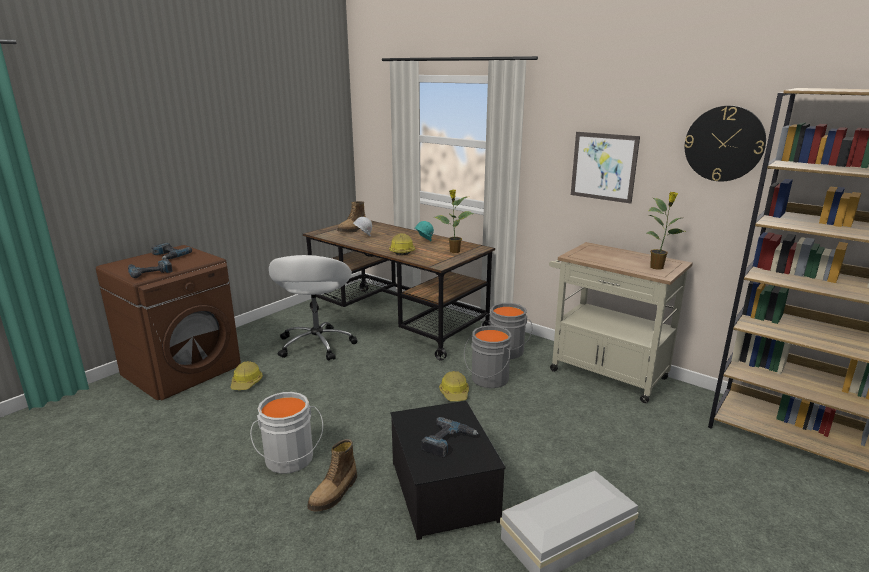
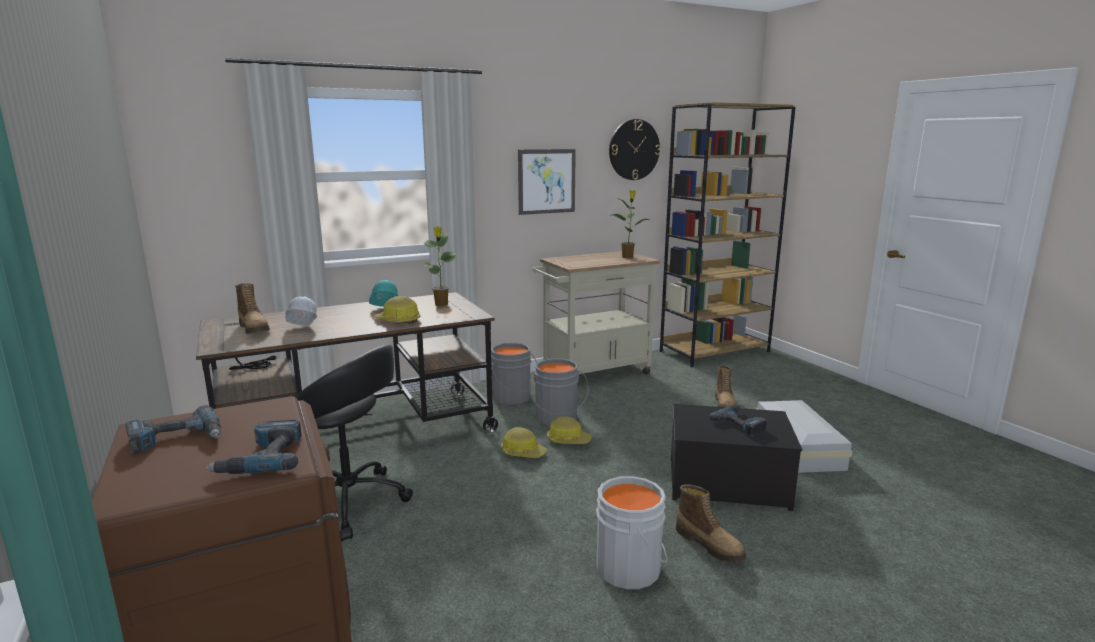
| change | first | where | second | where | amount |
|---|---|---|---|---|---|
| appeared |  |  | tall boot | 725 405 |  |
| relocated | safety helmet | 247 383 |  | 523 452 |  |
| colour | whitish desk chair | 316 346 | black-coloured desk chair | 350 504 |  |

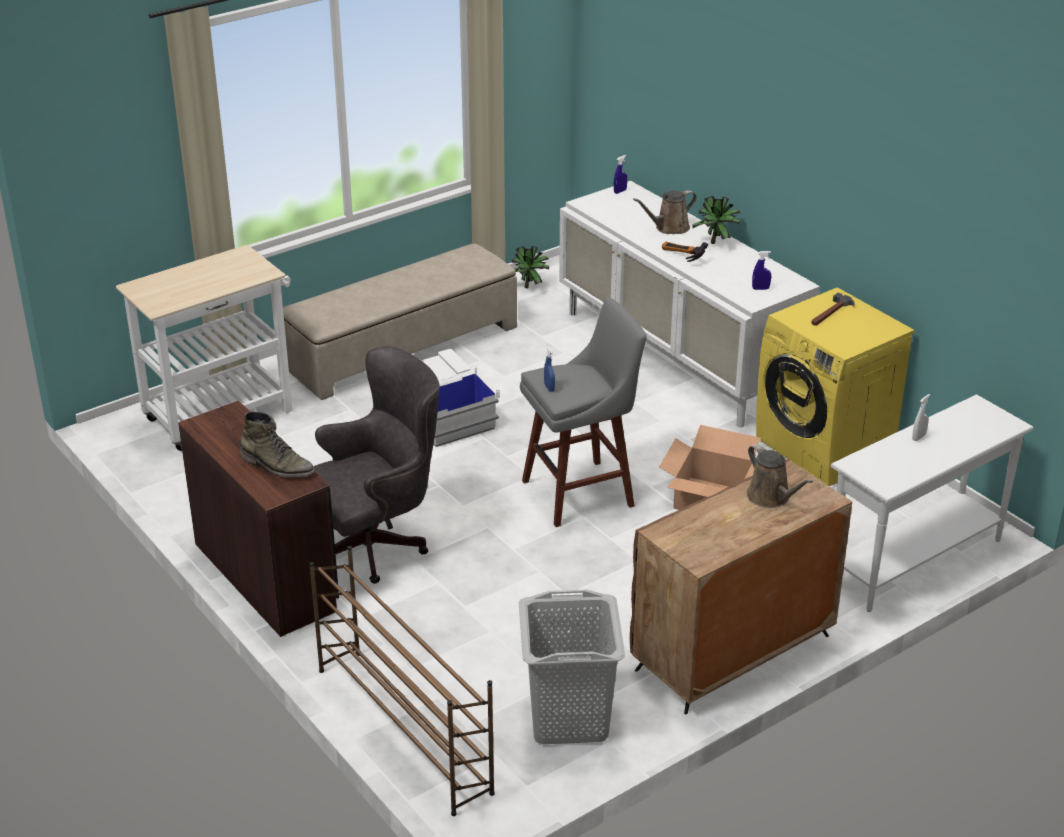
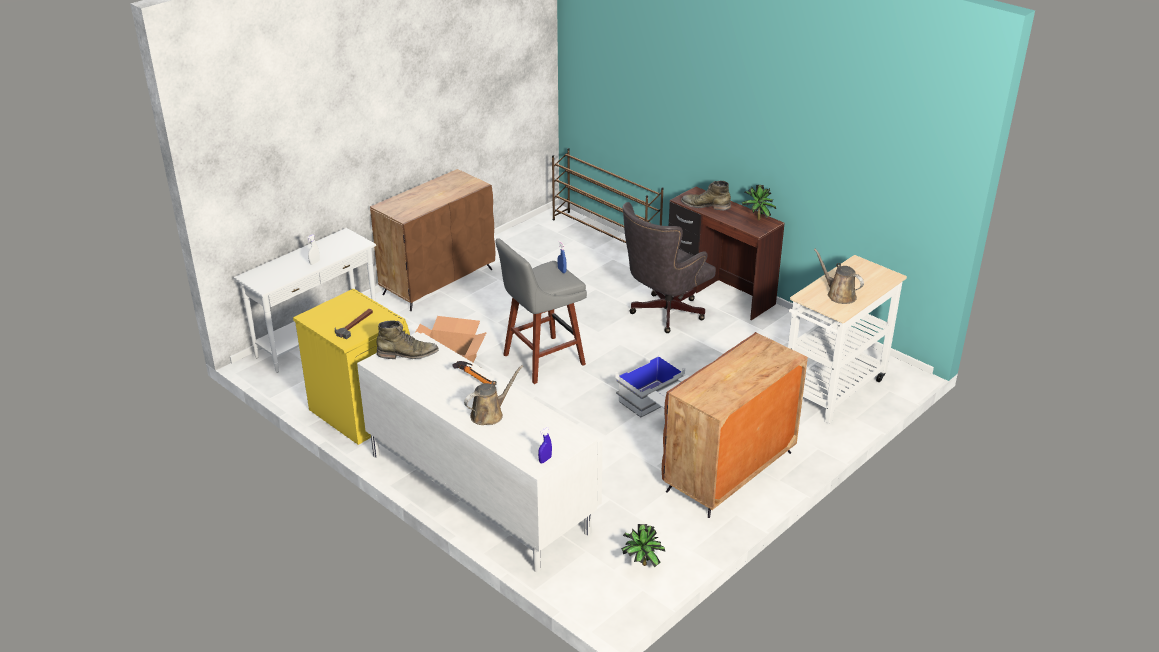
| change | first | where | second | where | amount |
|---|---|---|---|---|---|
| missing | grey washing basket | 568 719 |  |  |  |
| relocated | plant in a pot | 716 243 |  | 756 219 |  |
| relocated | brown-coloured watering pot | 771 497 |  | 839 295 |  |
| exchanged | beige indoor bench | 403 347 | brown-coloured cabinet | 729 472 |  |
| exchanged | blue sprayer | 760 289 | greenish tall boot | 408 354 |  |

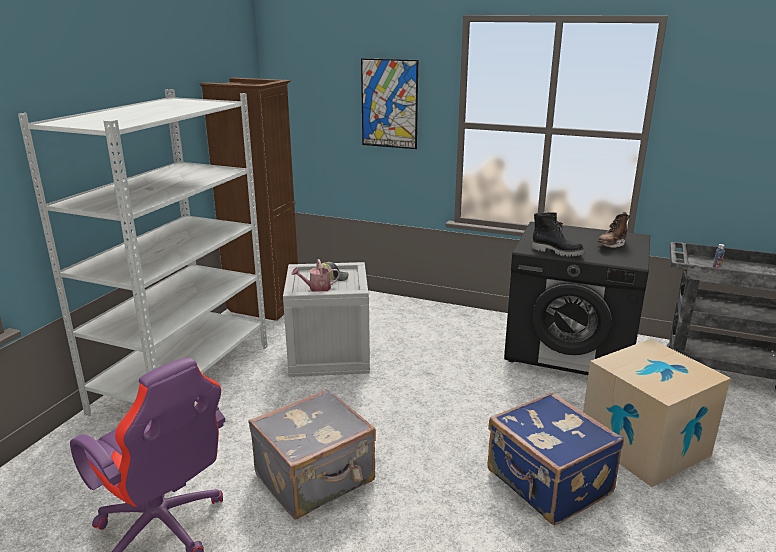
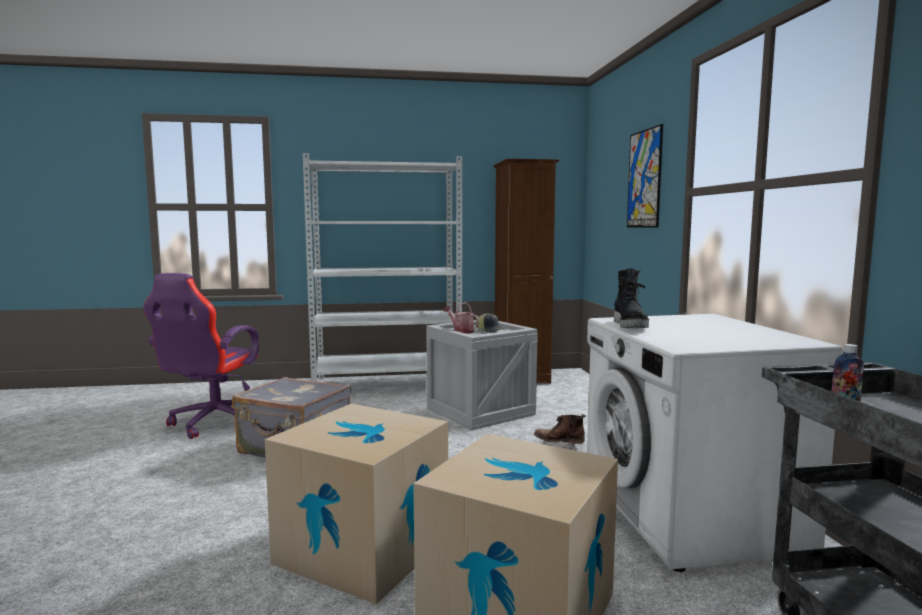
| change | first | where | second | where | amount |
|---|---|---|---|---|---|
| relocated | brown-coloured tall boot | 611 245 |  | 559 445 |  |
| exchanged | blue travel case | 547 483 | packing box | 363 549 |  |
| colour | black-coloured laundry machine | 570 355 | whitish laundry machine | 686 518 |  |

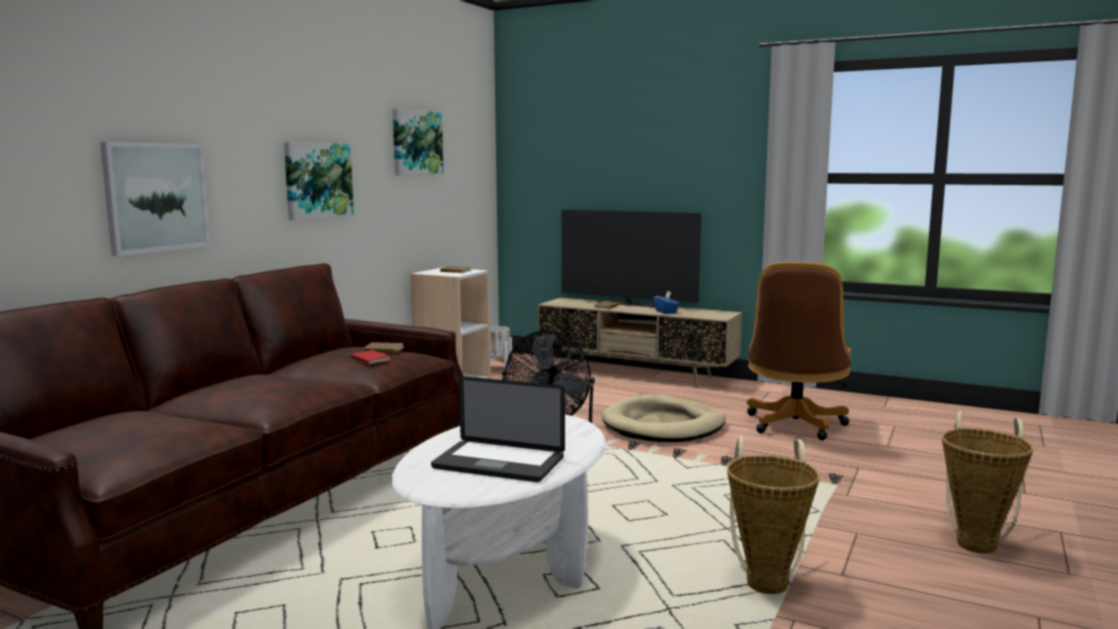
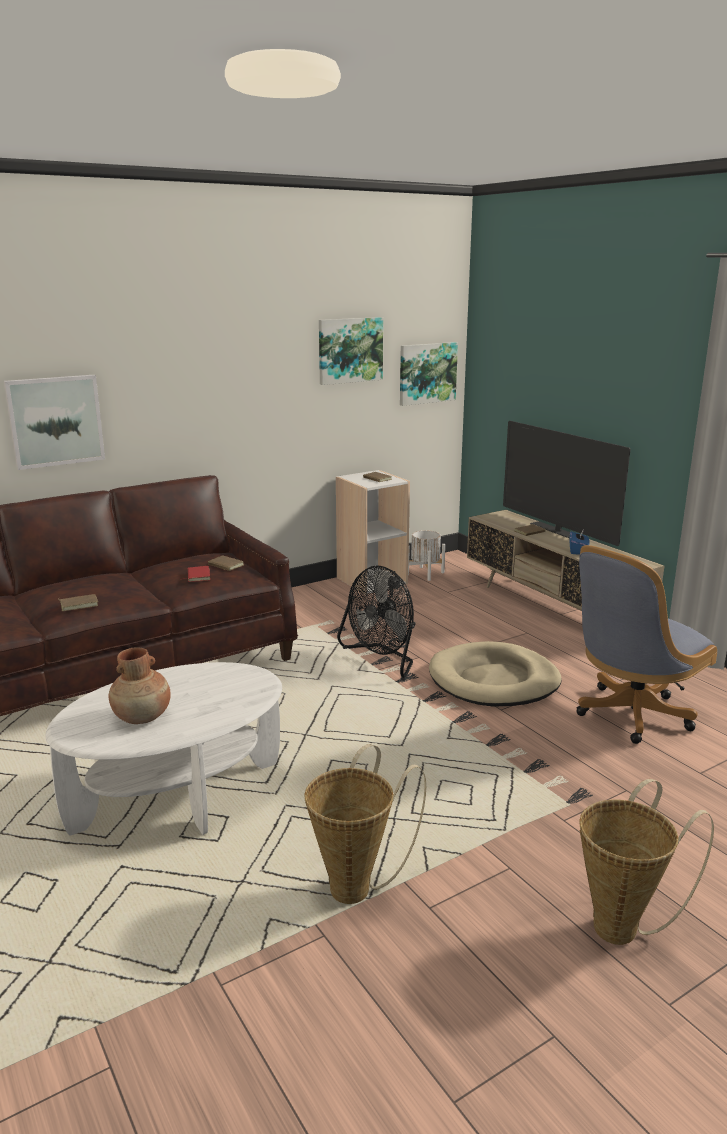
| change | first | where | second | where | amount |
|---|---|---|---|---|---|
| appeared |  |  | brown-coloured volume | 79 604 |  |
| relocated | wall picture | 317 180 |  | 427 373 |  |
| exchanged | portable computer | 498 463 | brown-coloured vase | 143 717 |  |
| colour | brown-coloured desk chair | 794 427 | blue desk chair | 627 718 |  |

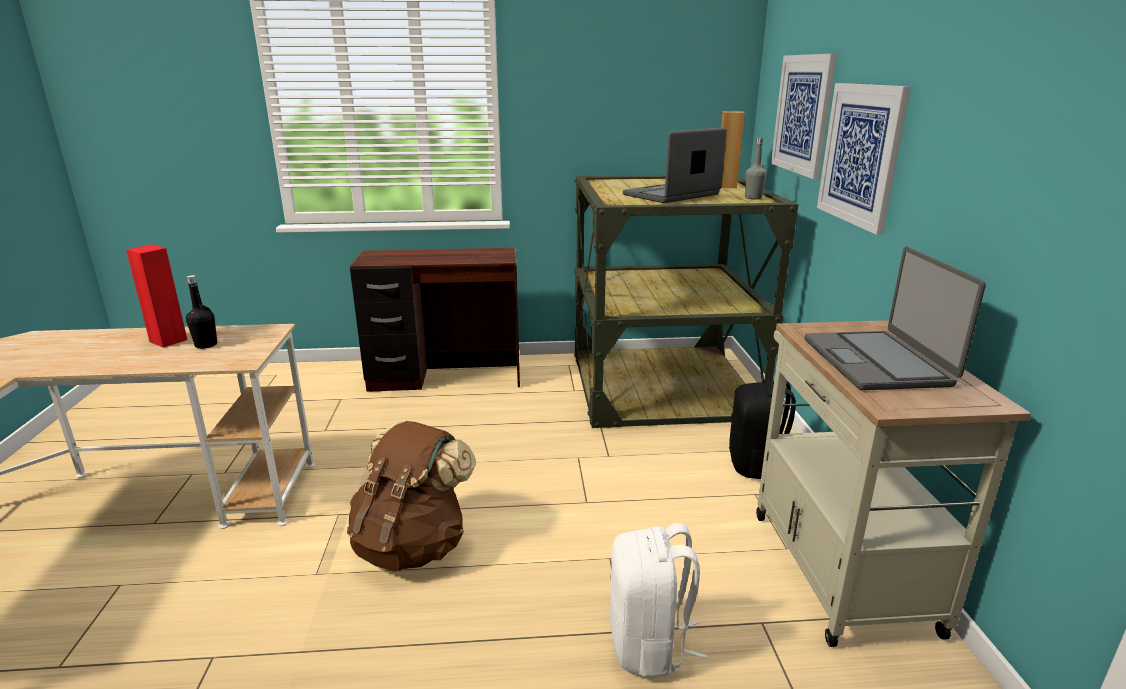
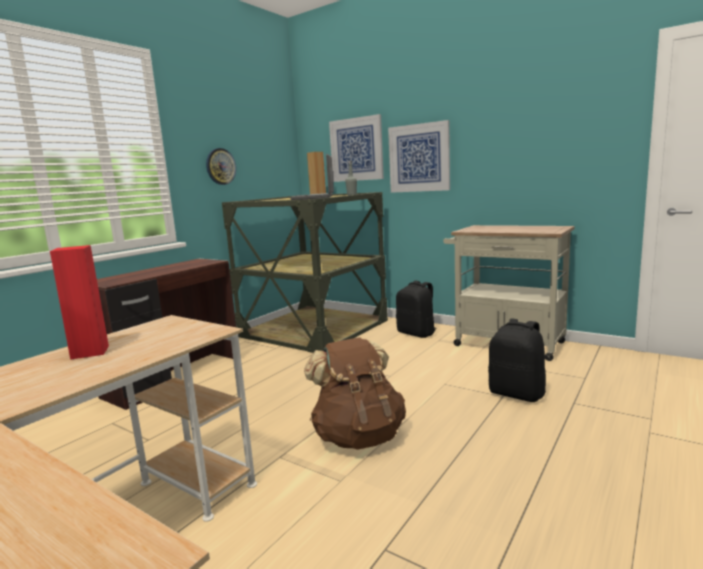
| change | first | where | second | where | amount |
|---|---|---|---|---|---|
| missing | black-coloured beverage bottle | 206 345 |  |  |  |
| missing | portable computer | 877 362 |  |  |  |
| appeared |  |  | wall clock | 220 166 |  |
| colour | whitish knapsack | 649 644 | black-coloured knapsack | 517 393 |  |

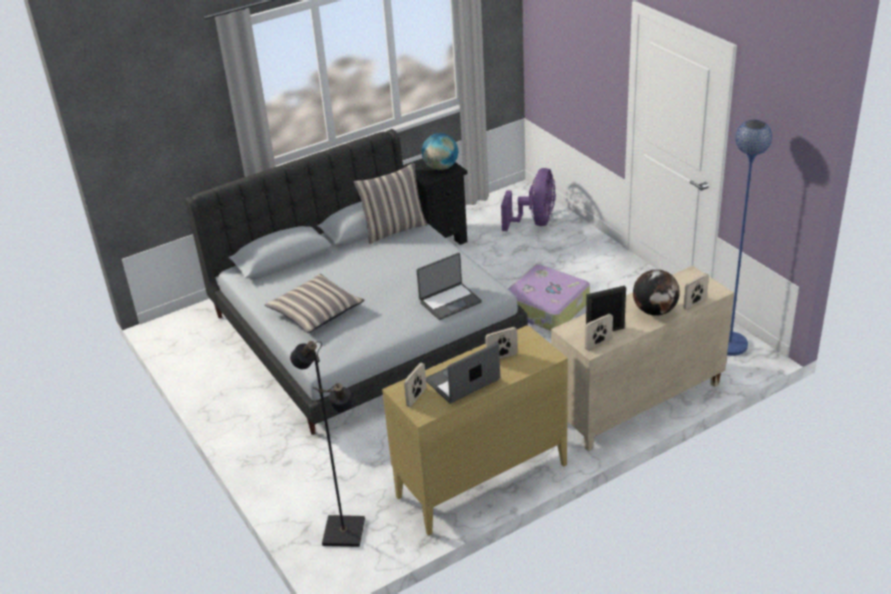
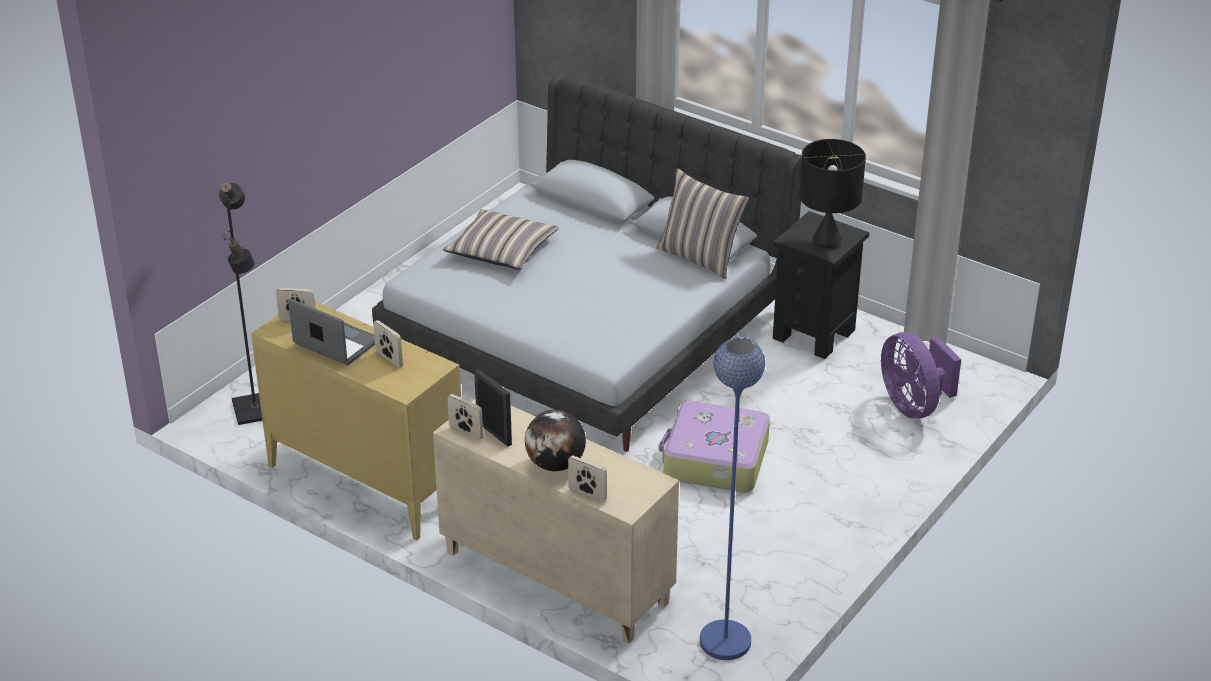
| change | first | where | second | where | amount |
|---|---|---|---|---|---|
| missing | portable computer | 449 302 |  |  |  |
| exchanged | world globe | 441 167 | black-coloured tabletop lamp | 827 242 |  |
| spun | purple-coloured fan | 535 222 |  | 914 405 | 75 degrees clockwise |

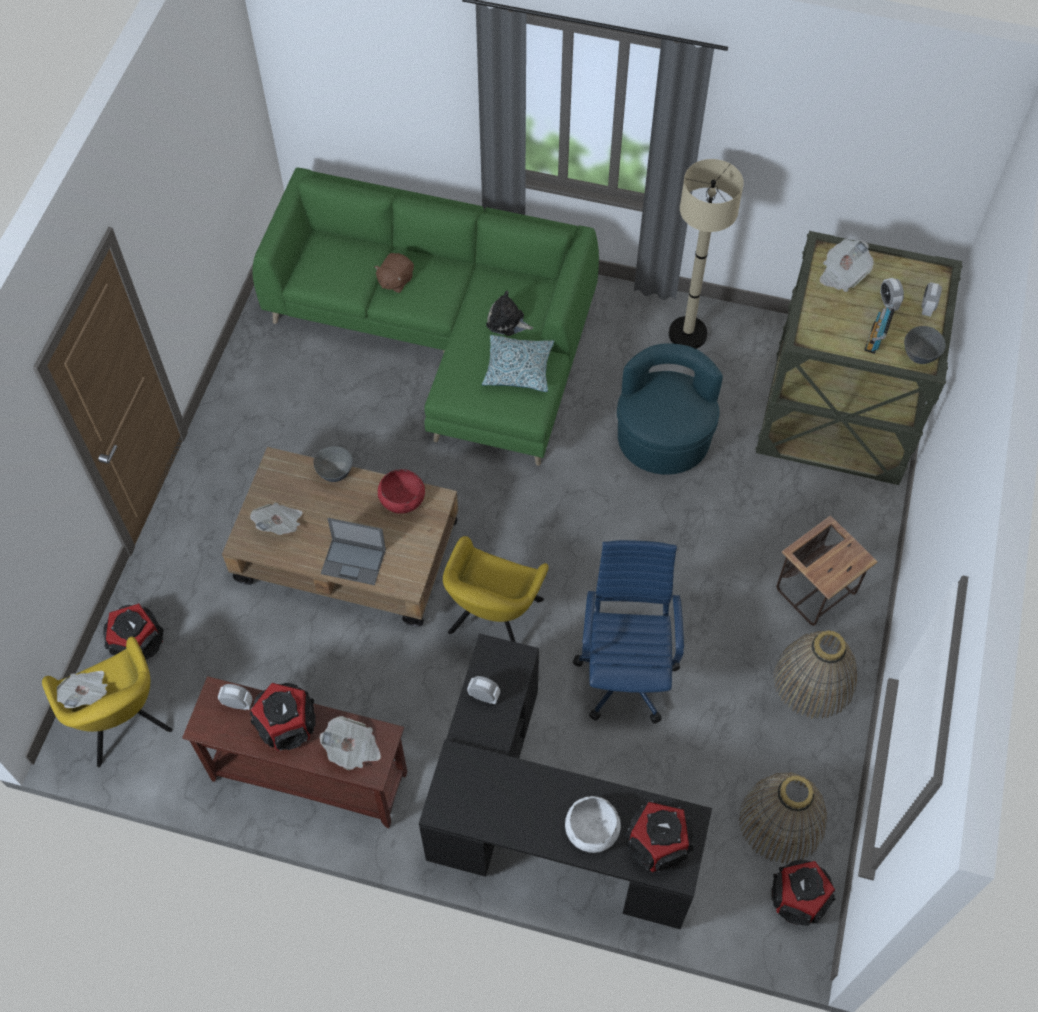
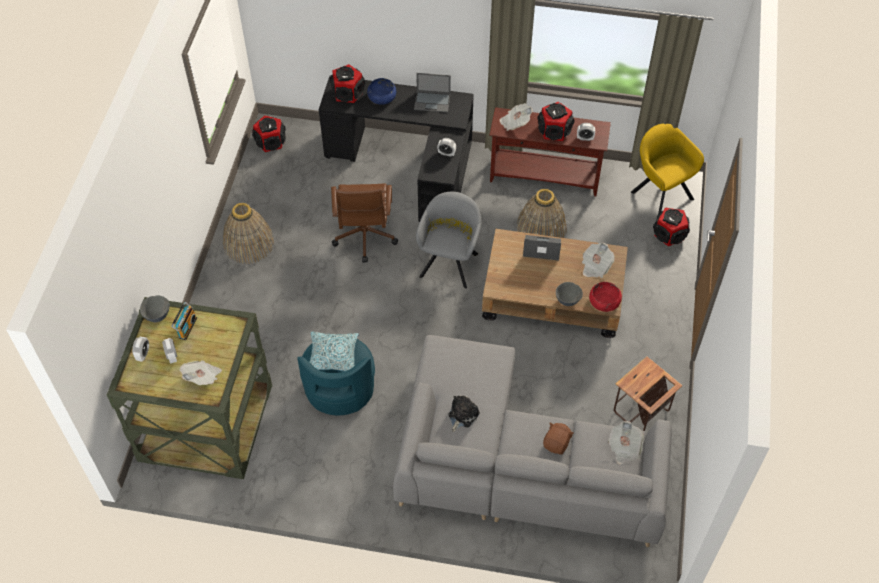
| change | first | where | second | where | amount |
|---|---|---|---|---|---|
| missing | beige standing lamp | 687 334 |  |  |  |
| appeared |  |  | portable computer | 432 101 |  |
| relocated | daily paper | 86 694 |  | 624 448 |  |
| relocated | reddish bowl | 402 497 |  | 604 301 |  |
| relocated | throw pillow | 518 369 |  | 333 356 |  |
| relocated | storage basket | 782 820 |  | 541 229 |  |
| relocated | accent table | 816 591 |  | 640 412 |  |
| colour | greenish settee | 444 333 | grey settee | 515 464 |  |
| colour | yellow easy chair | 493 620 | grey easy chair | 450 262 |  |
| colour | whitish bowl | 592 829 | blue bowl | 382 97 |  |
| colour | blue desk chair | 625 673 | brown-coloured desk chair | 365 239 |  |
| spun | cuddly toy | 507 322 |  | 462 415 | 75 degrees counterclockwise |

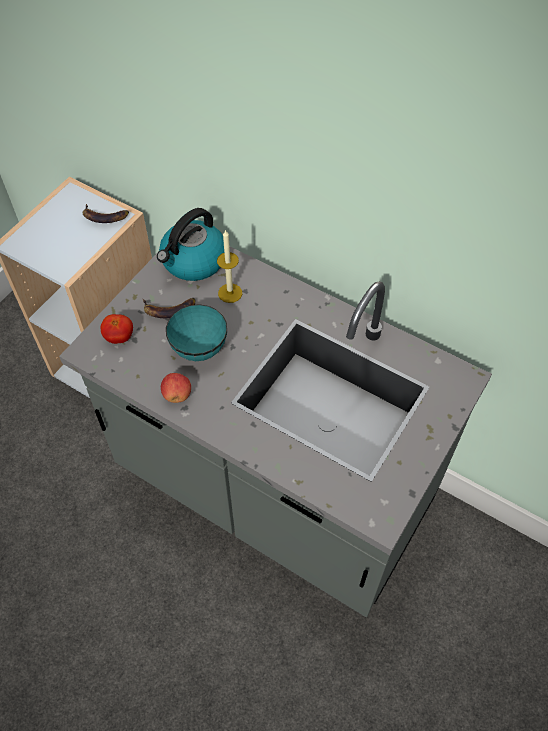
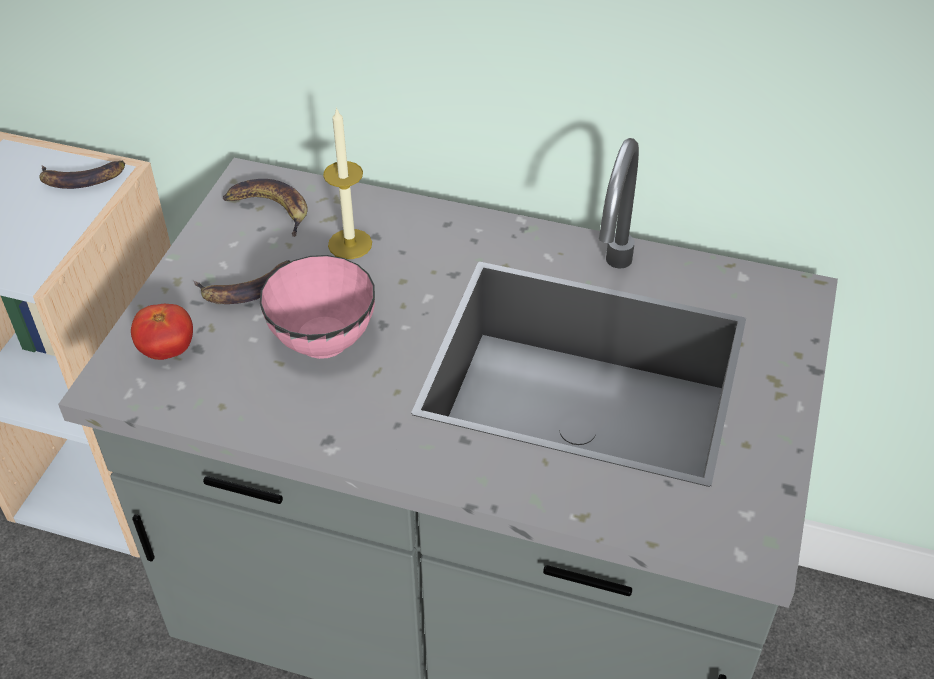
| change | first | where | second | where | amount |
|---|---|---|---|---|---|
| missing | apple fruit | 177 394 |  |  |  |
| exchanged | tea kettle | 193 261 | banana fruit | 269 209 |  |
| colour | blue-green bowl | 198 349 | pink-coloured bowl | 322 340 |  |

